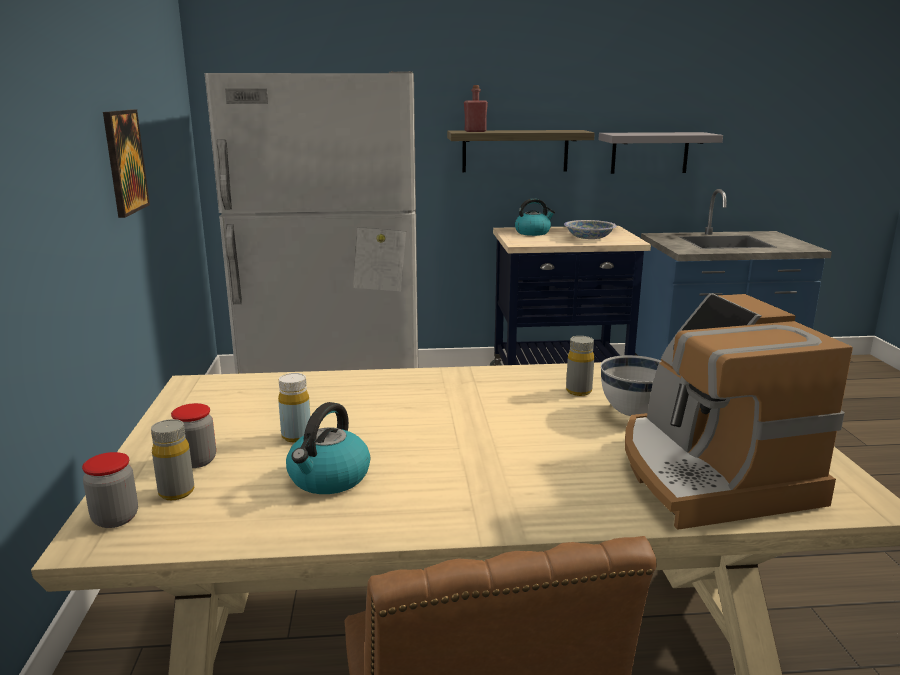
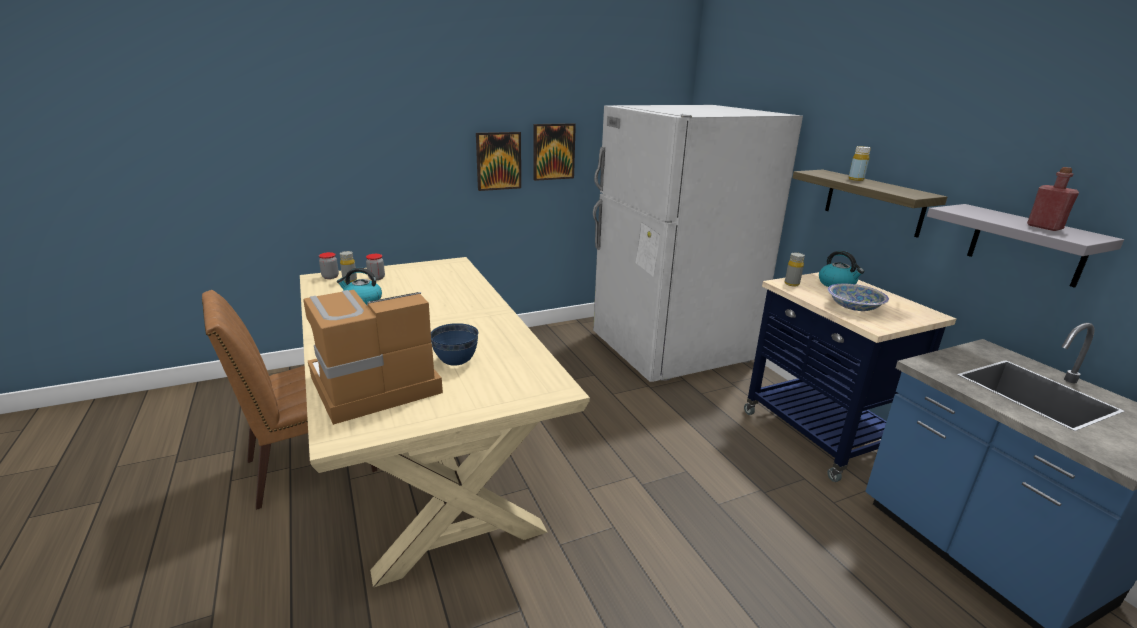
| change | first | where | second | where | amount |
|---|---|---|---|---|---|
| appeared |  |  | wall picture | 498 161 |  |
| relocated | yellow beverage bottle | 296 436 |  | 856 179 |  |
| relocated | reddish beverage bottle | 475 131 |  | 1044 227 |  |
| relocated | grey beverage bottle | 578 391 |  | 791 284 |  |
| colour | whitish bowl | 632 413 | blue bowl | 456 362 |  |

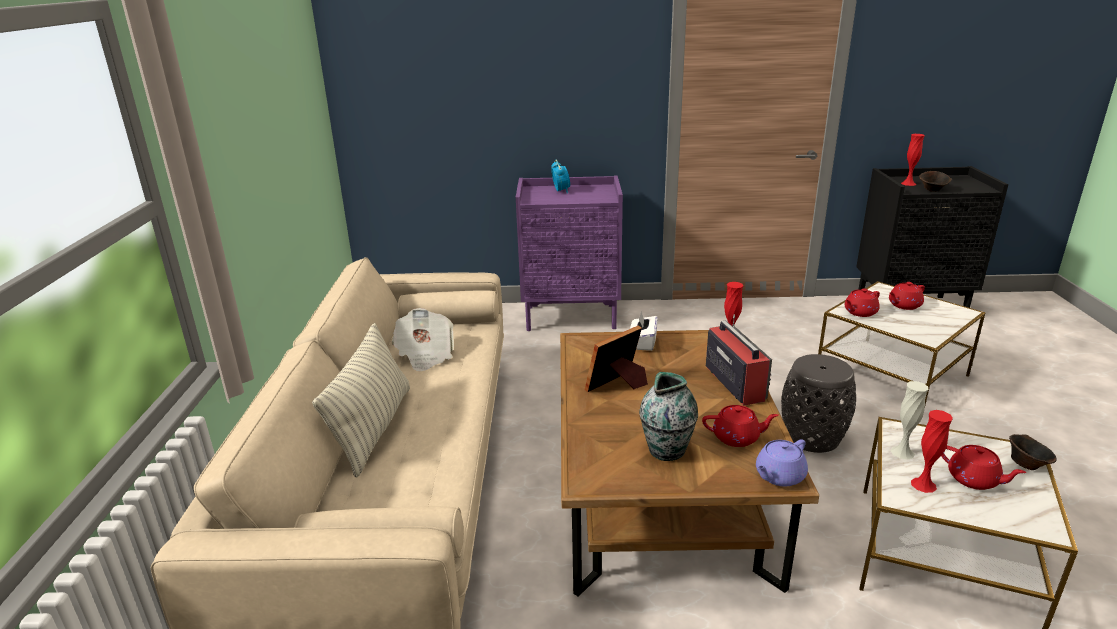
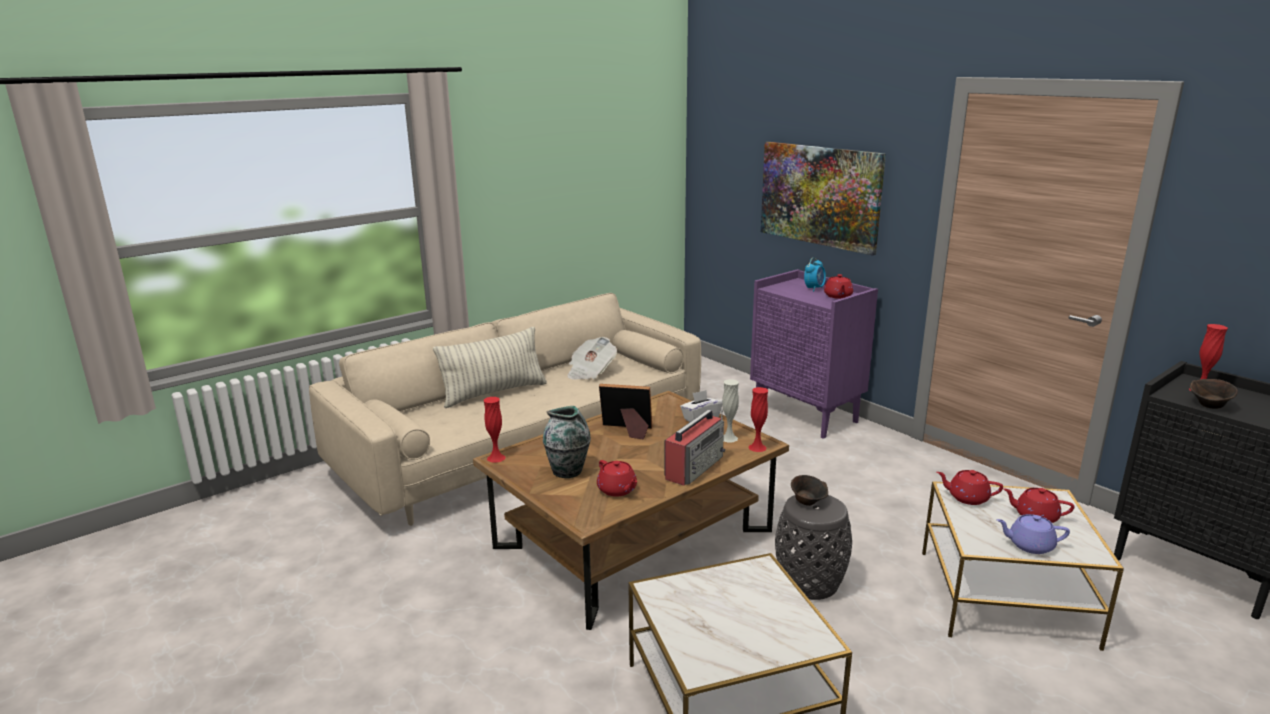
| change | first | where | second | where | amount |
|---|---|---|---|---|---|
| appeared |  |  | wall picture | 819 195 |  |
| relocated | purple-coloured pot for tea | 779 476 |  | 1029 545 |  |
| relocated | whitish vase | 902 452 |  | 729 438 |  |
| relocated | reddish vase | 923 485 |  | 496 458 |  |
| relocated | reddish pot for tea | 974 480 |  | 838 296 |  |
| relocated | brown-coloured bowl | 1026 464 |  | 808 502 |  |

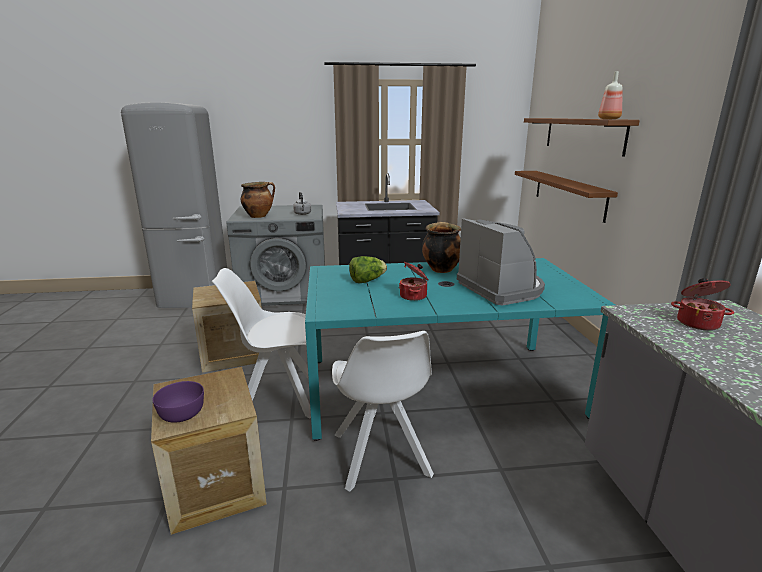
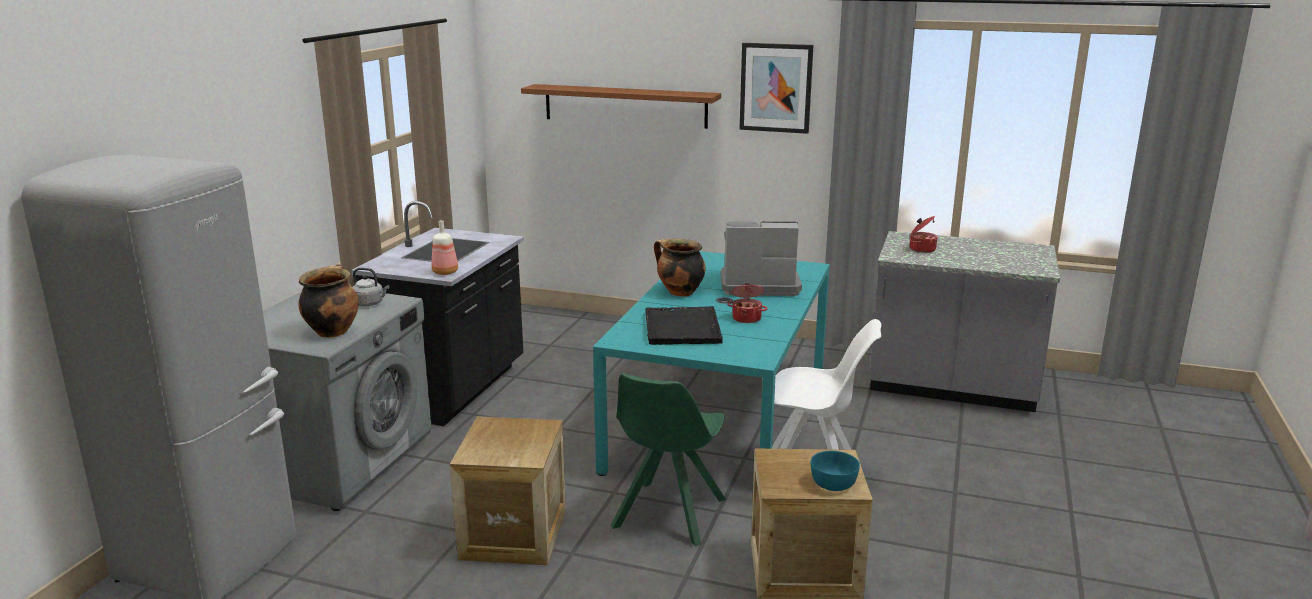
| change | first | where | second | where | amount |
|---|---|---|---|---|---|
| missing | brown-coloured bracket shelf | 568 194 |  |  |  |
| appeared |  |  | wall picture | 776 87 |  |
| relocated | beverage bottle | 609 119 |  | 445 272 |  |
| exchanged | lettuce | 367 281 | black-coloured serving tray | 682 328 |  |
| colour | purple-coloured bowl | 181 413 | blue-green bowl | 833 483 |  |
| colour | whitish chair | 276 398 | greenish chair | 668 515 |  |

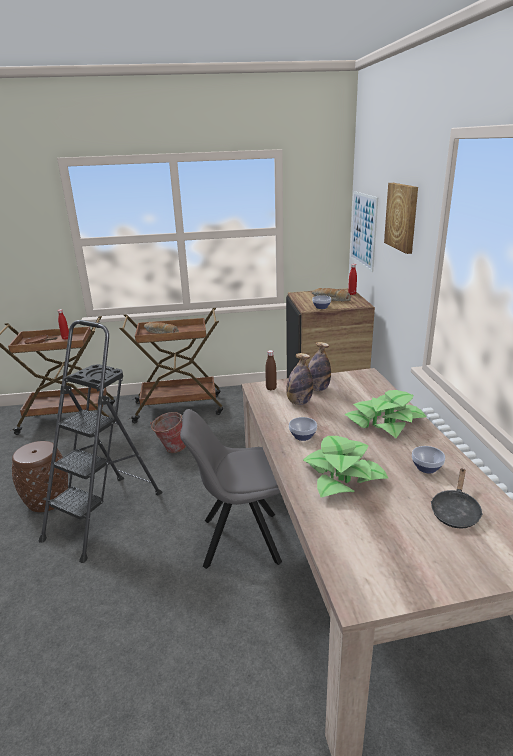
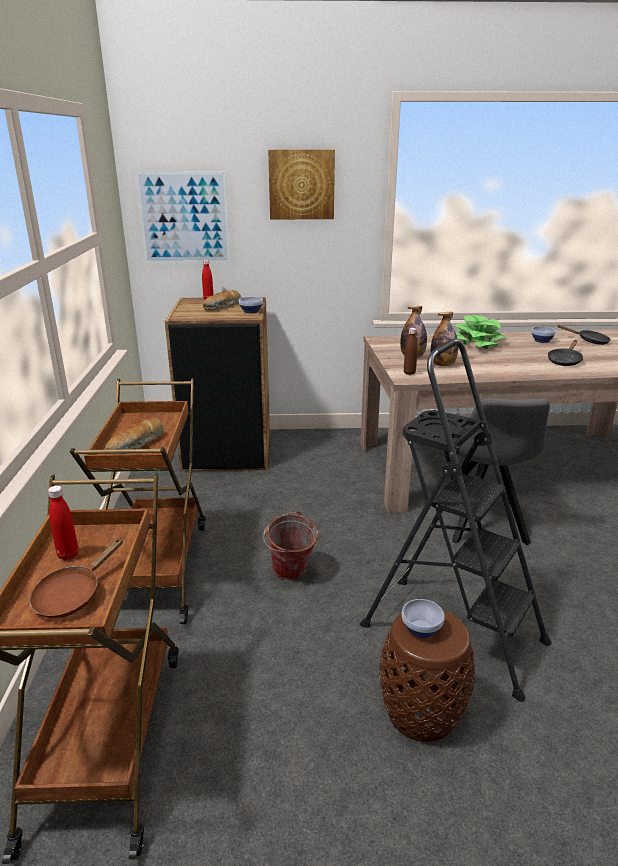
| change | first | where | second | where | amount |
|---|---|---|---|---|---|
| relocated | bowl | 303 436 |  | 420 628 |  |
| exchanged | plant in a pot | 342 475 | black-coloured frying pan | 565 361 |  |

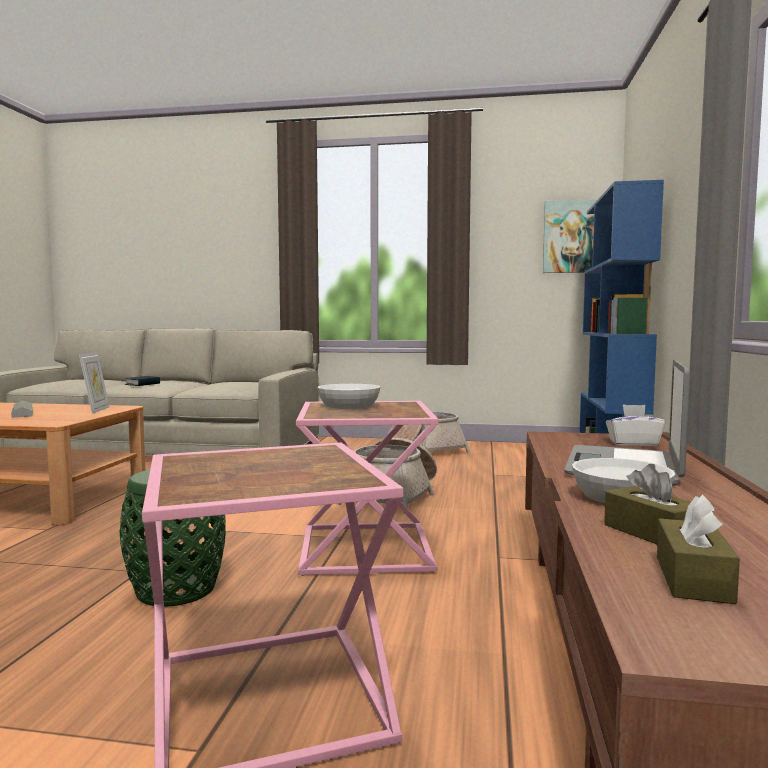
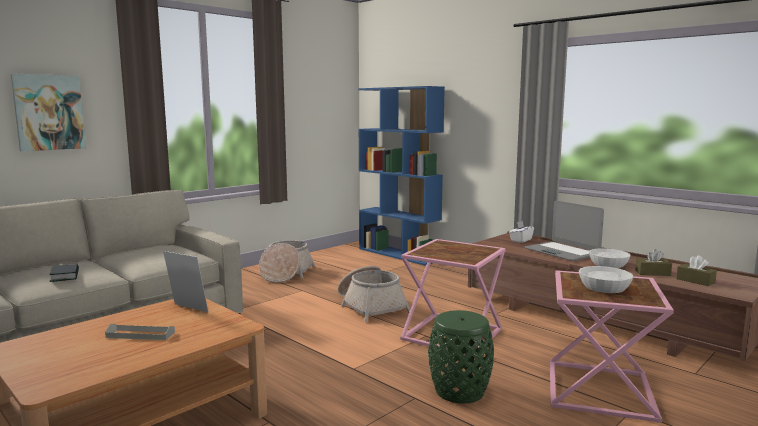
| change | first | where | second | where | amount |
|---|---|---|---|---|---|
| relocated | whitish bowl | 348 406 |  | 603 288 |  |
| relocated | wall picture | 572 237 |  | 49 112 |  |

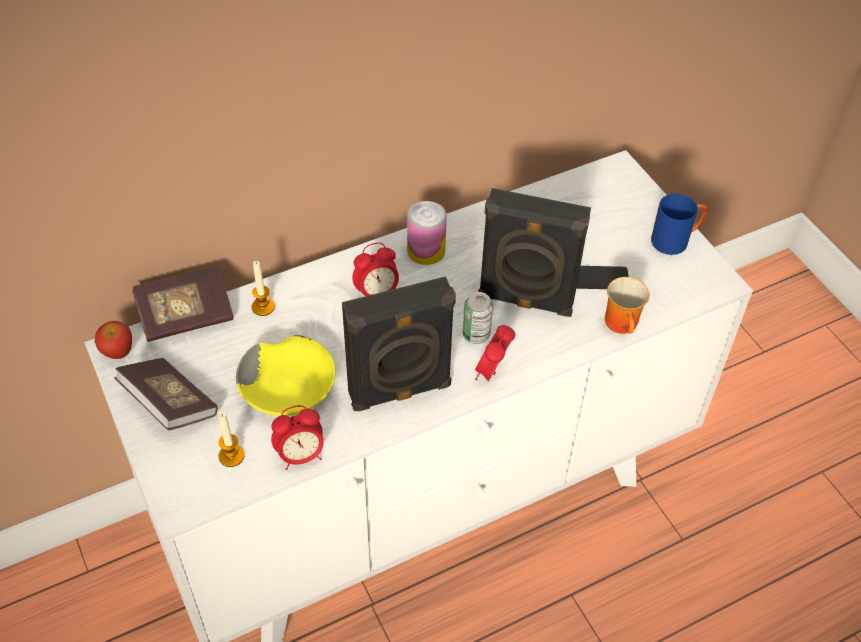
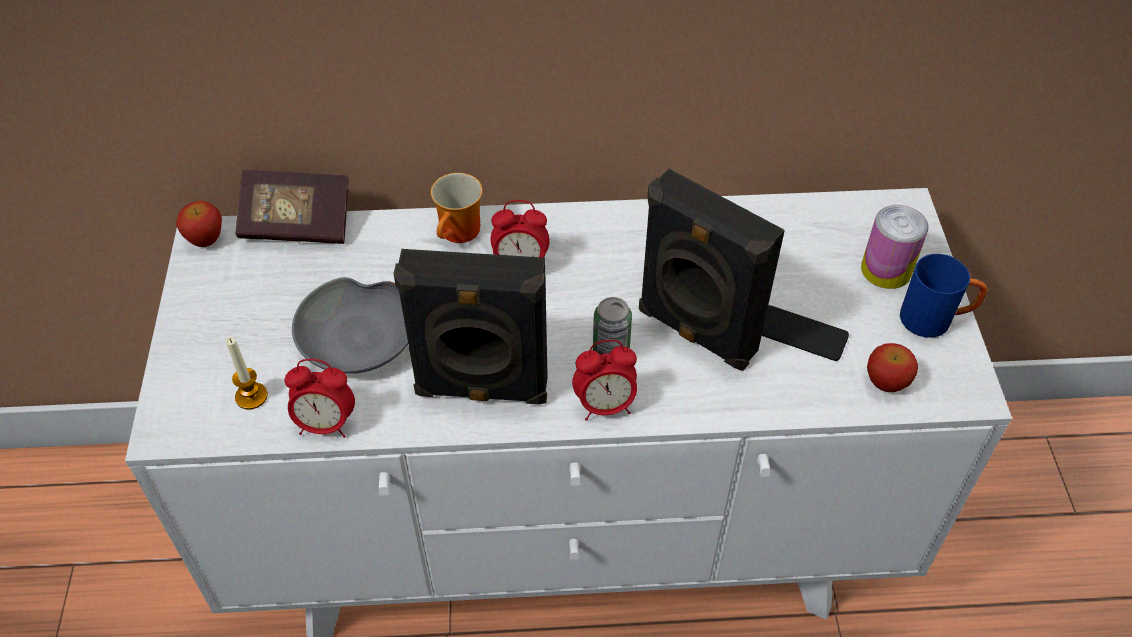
| change | first | where | second | where | amount |
|---|---|---|---|---|---|
| missing | volume | 169 404 |  |  |  |
| missing | candle | 263 307 |  |  |  |
| appeared |  |  | apple fruit | 886 382 |  |
| relocated | metal can | 426 250 |  | 886 269 |  |
| relocated | mug | 624 324 |  | 461 233 |  |
| colour | yellow bowl | 290 386 | grey bowl | 360 340 |  |
| spun | bedside clock | 492 372 |  | 605 405 | 150 degrees counterclockwise |

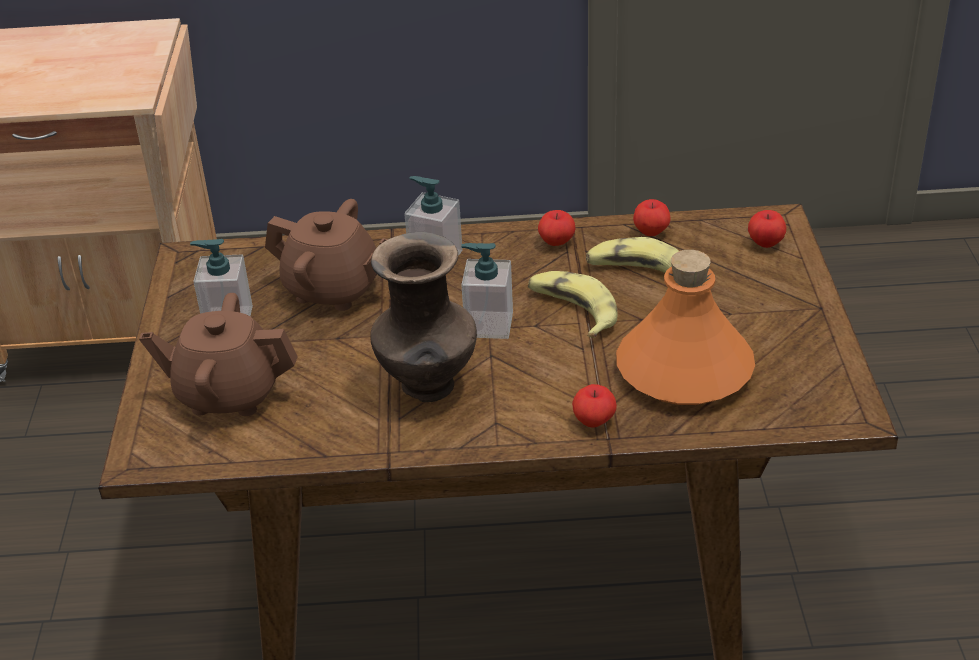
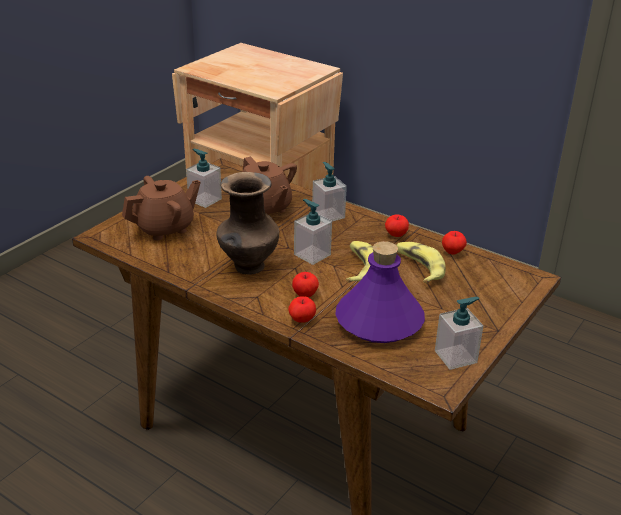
| change | first | where | second | where | amount |
|---|---|---|---|---|---|
| appeared |  |  | soap bottle | 456 357 |  |
| relocated | apple fruit | 765 243 |  | 305 294 |  |
| colour | orangey beverage bottle | 685 370 | purple-coloured beverage bottle | 380 321 |  |
| spun | brown-coloured pot for tea | 228 394 |  | 165 228 | 105 degrees clockwise |

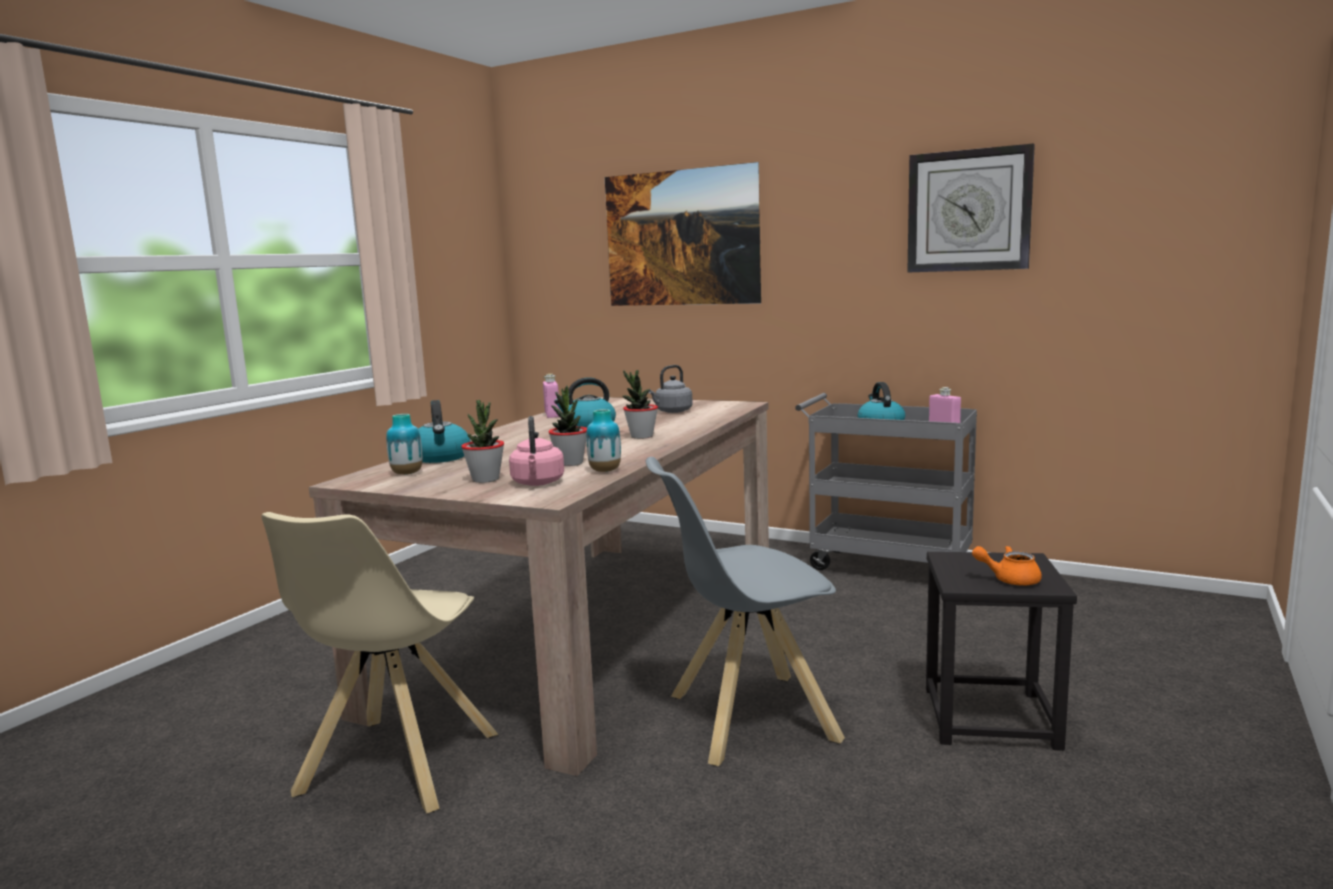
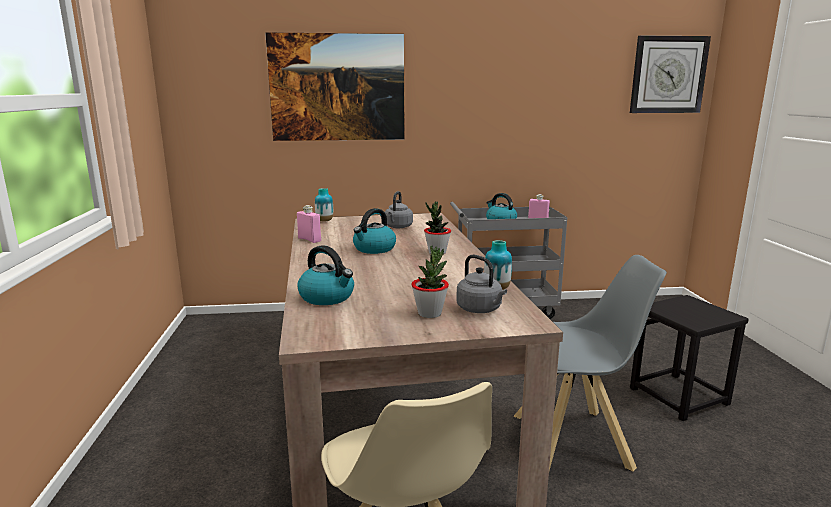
| change | first | where | second | where | amount |
|---|---|---|---|---|---|
| missing | plant in a pot | 570 463 |  |  |  |
| missing | orangey pot for tea | 1009 579 |  |  |  |
| relocated | vase | 407 473 |  | 324 221 |  |
| relocated | wall clock | 968 211 |  | 668 75 |  |
| colour | pink-coloured tea kettle | 537 483 | grey tea kettle | 480 309 |  |
| spun | grey chair | 747 717 |  | 575 441 | 135 degrees counterclockwise |

